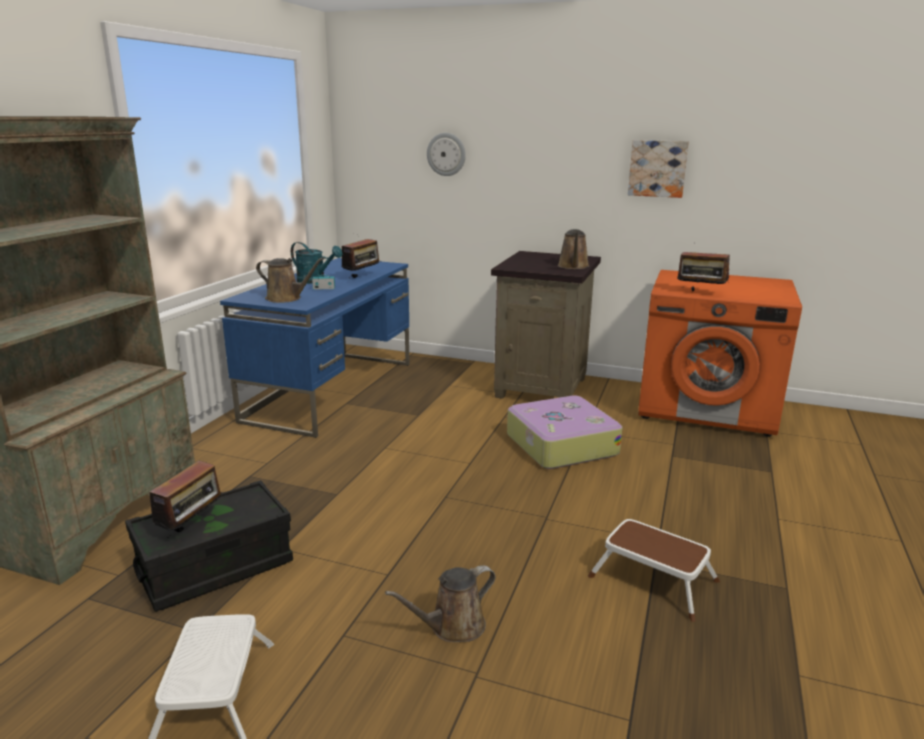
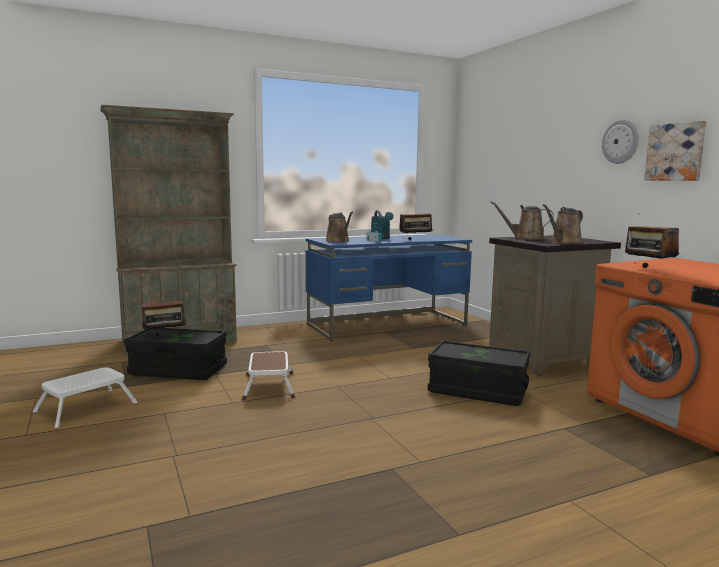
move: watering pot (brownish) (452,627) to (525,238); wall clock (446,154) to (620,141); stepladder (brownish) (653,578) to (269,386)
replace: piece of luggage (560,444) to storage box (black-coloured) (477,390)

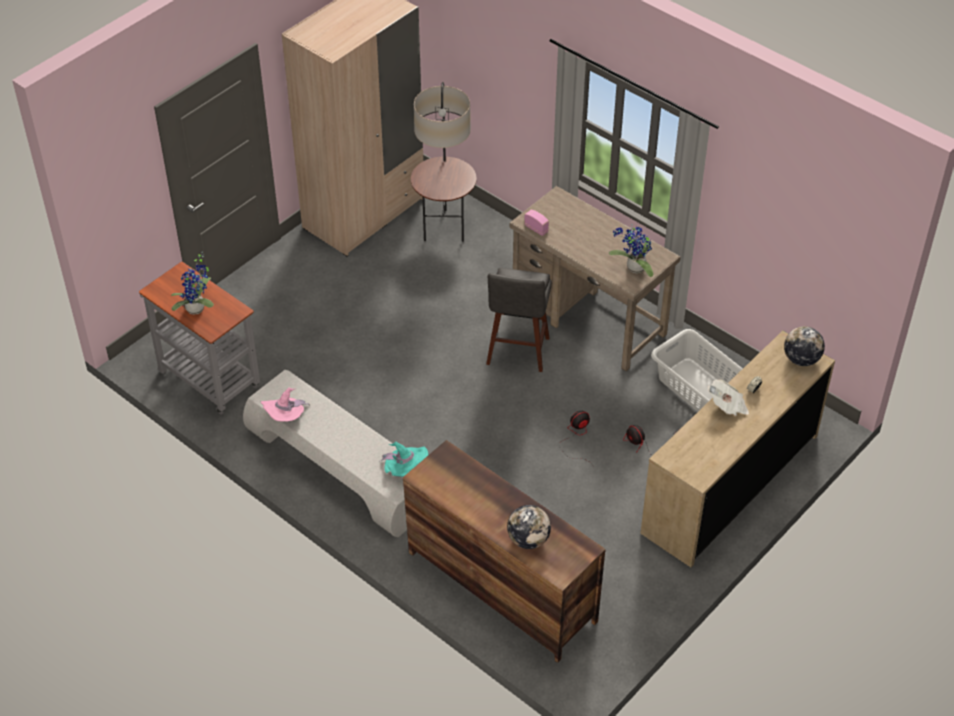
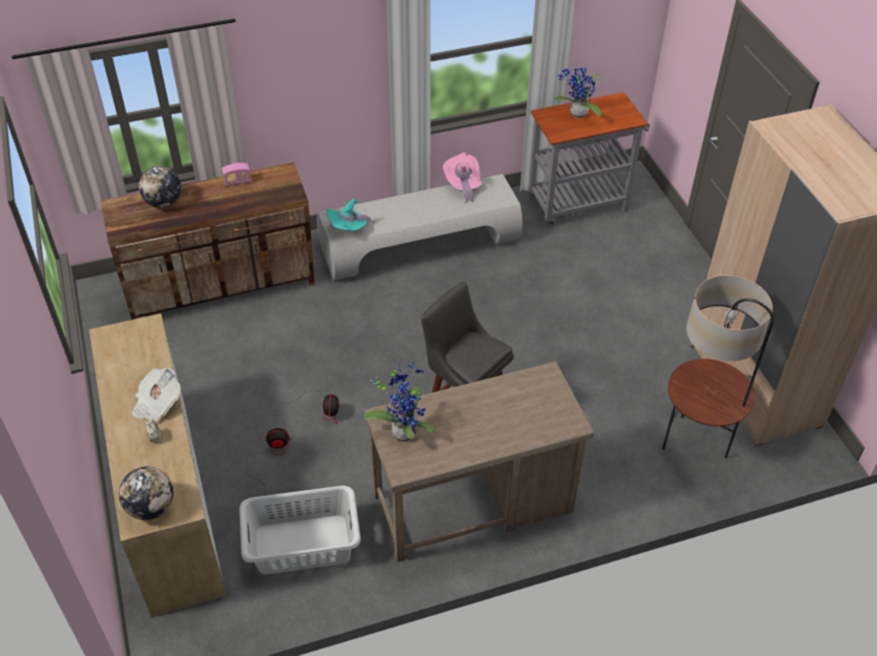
move: radio (536,228) to (238,182)

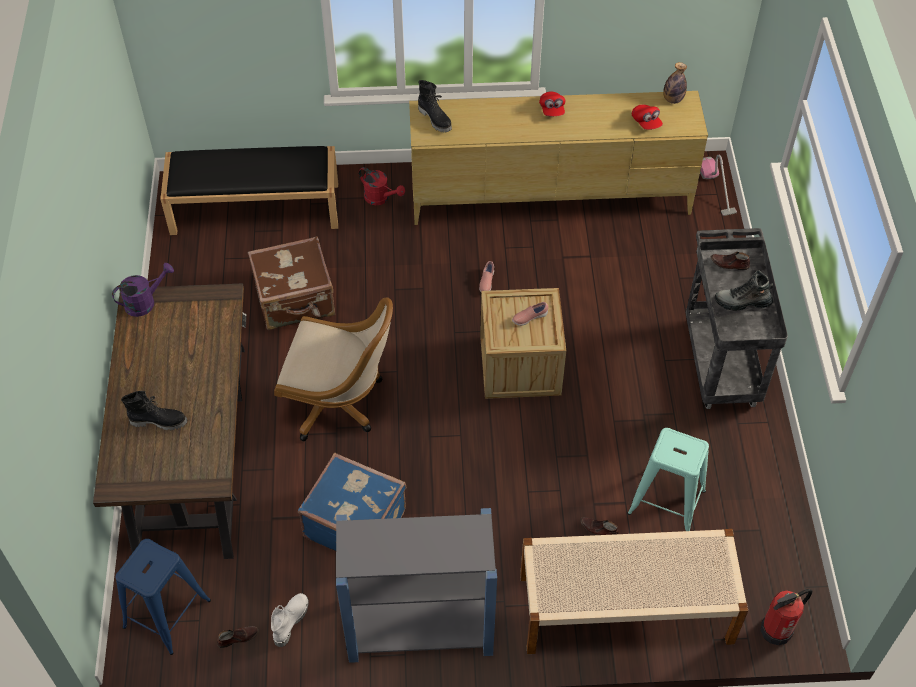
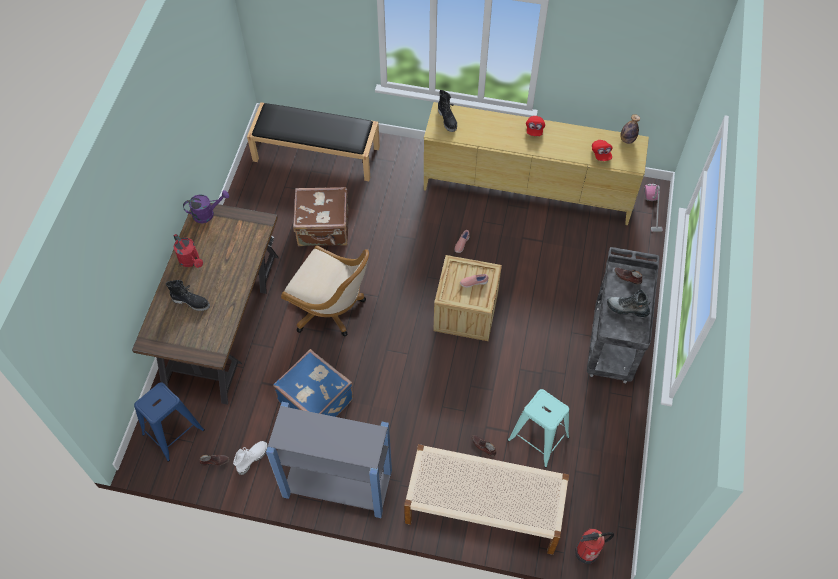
move: watering pot (red) (380,198) to (191,261)

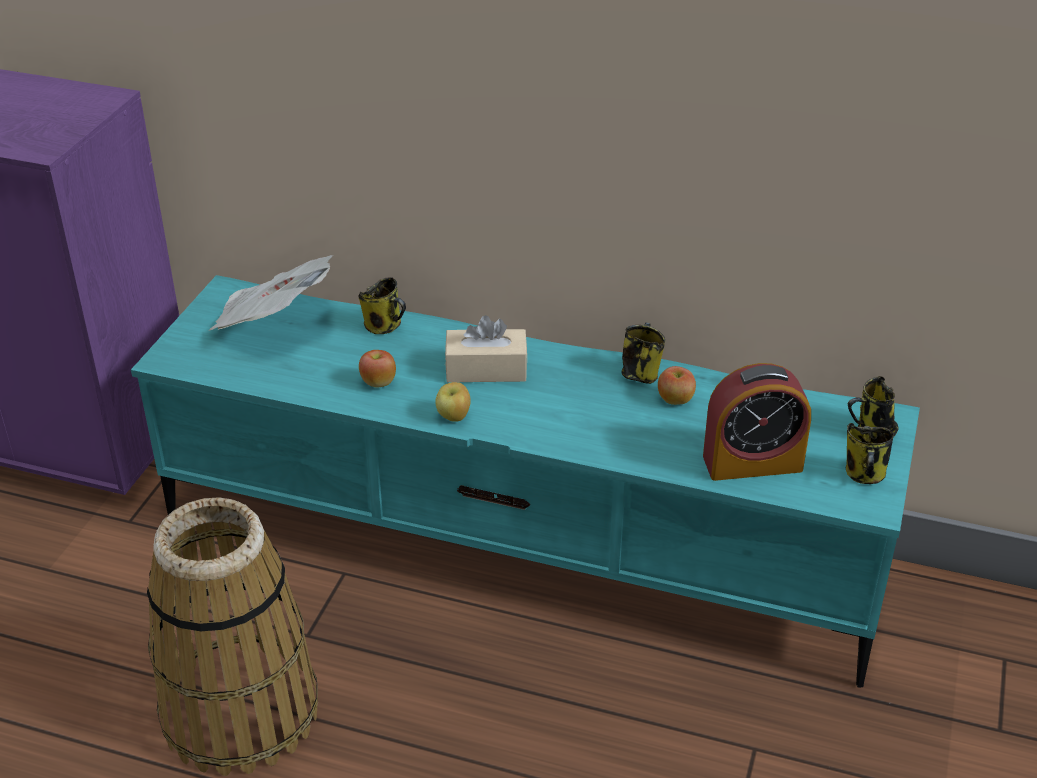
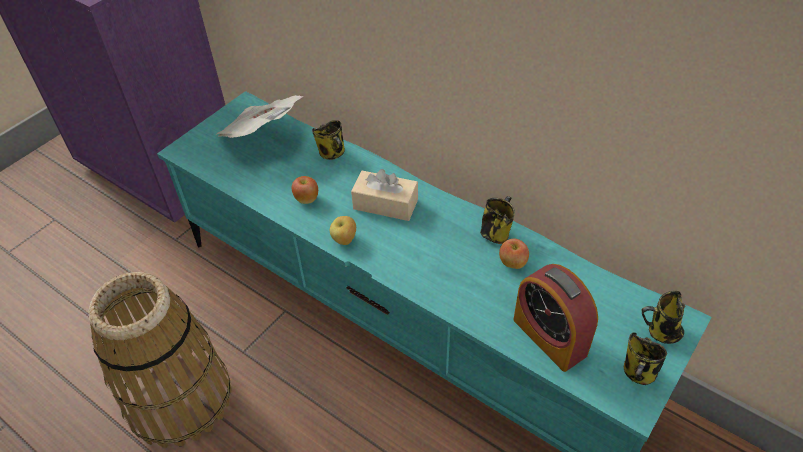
rotate: bedside clock (752,463) = (549,337) 45 degrees clockwise

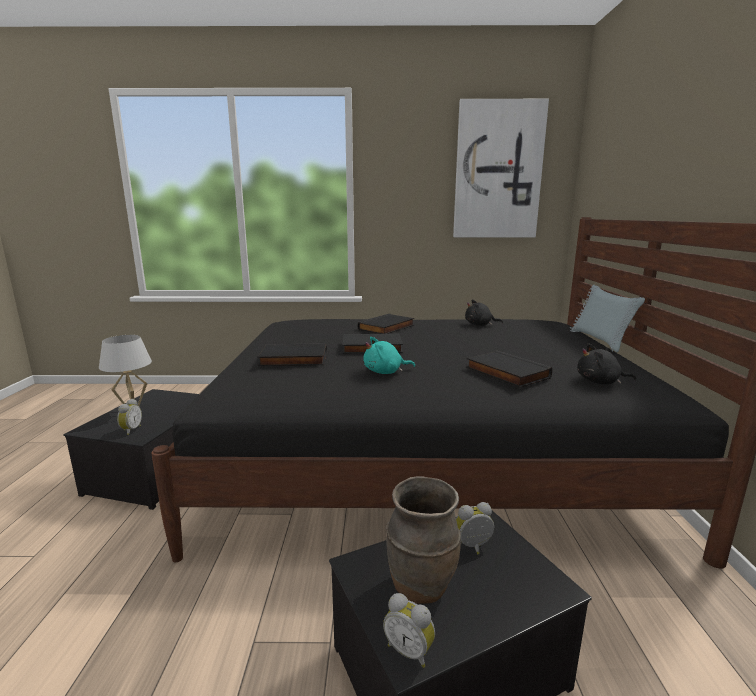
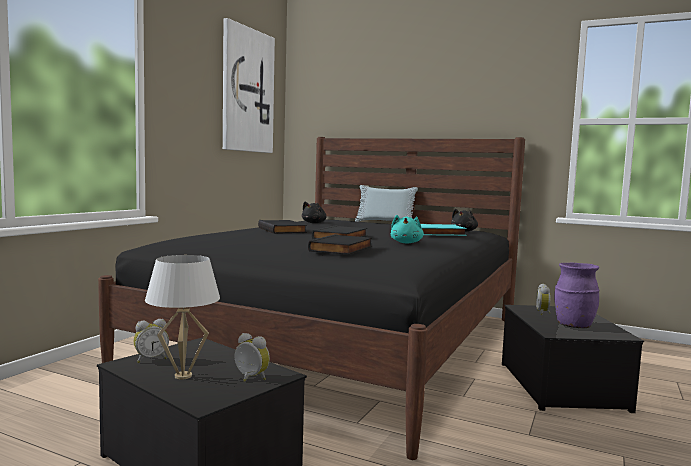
move: bedside clock (409,650) to (151,359)
recolor: flower vase (brownish) (421,586) to flower vase (purplish) (573,326); book (black-coloured) (505,373) to book (turquoise) (437,234)

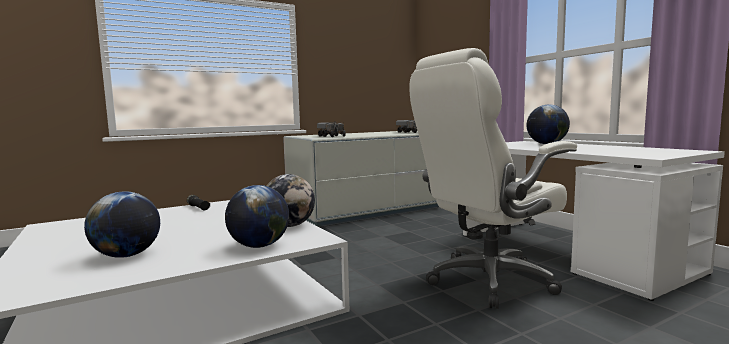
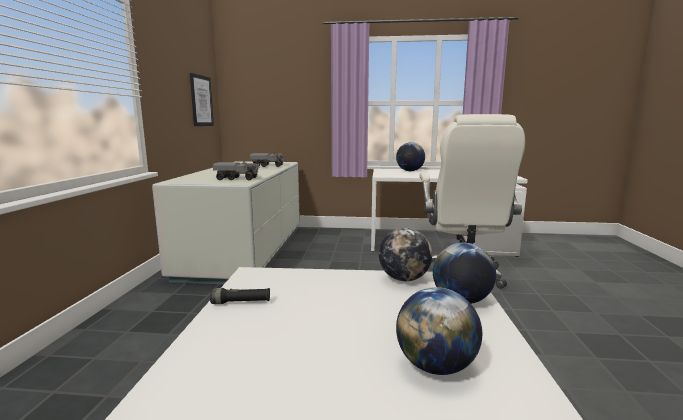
insert: wall art (201,101)

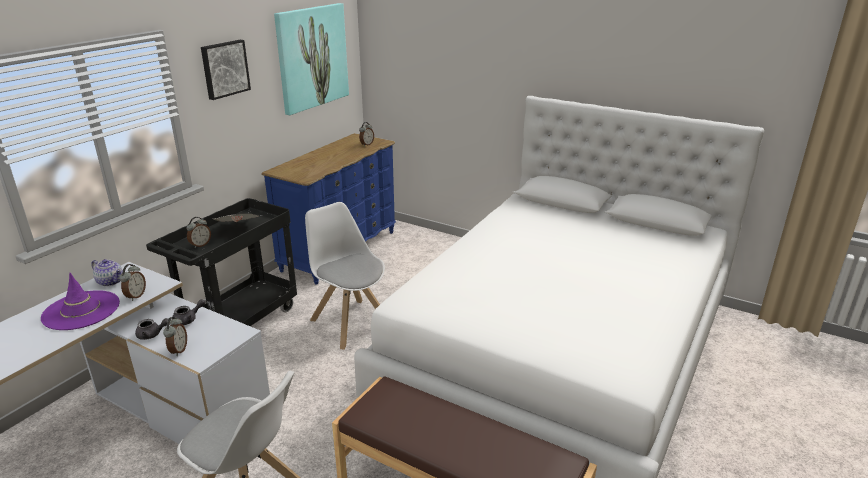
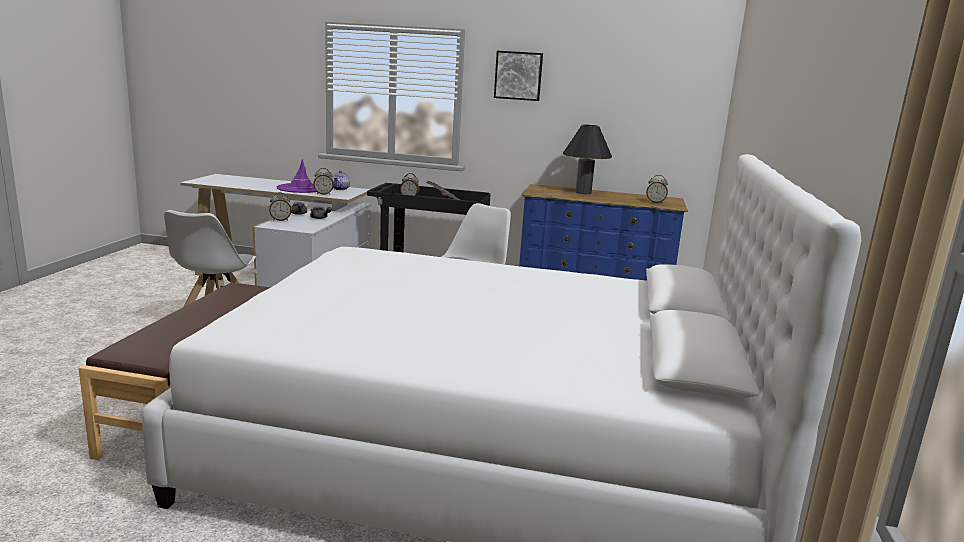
delete: wall art (312,57)
insert: lamp for a table (black-coloured) (583,192)

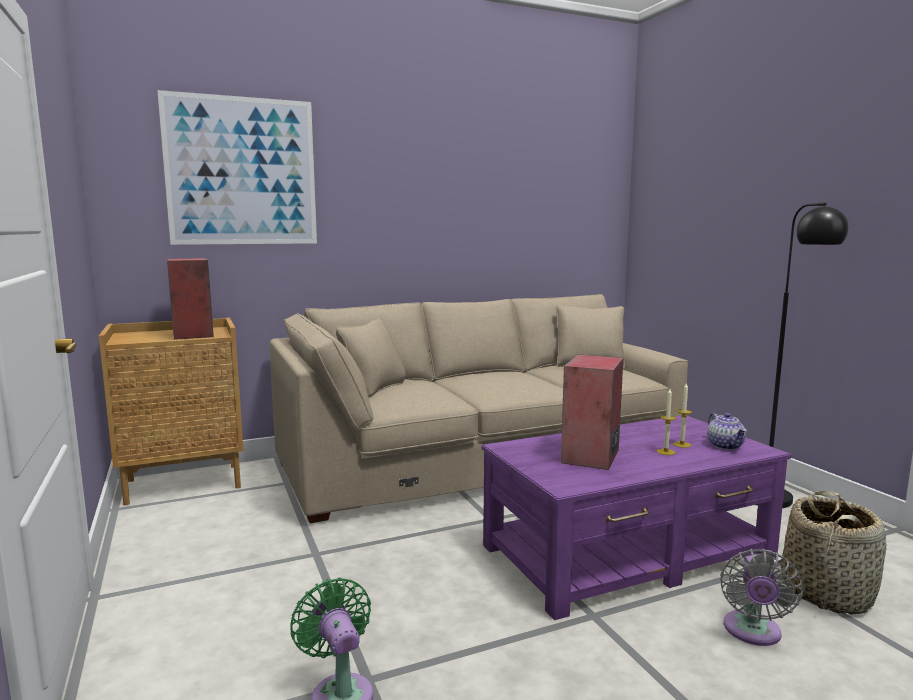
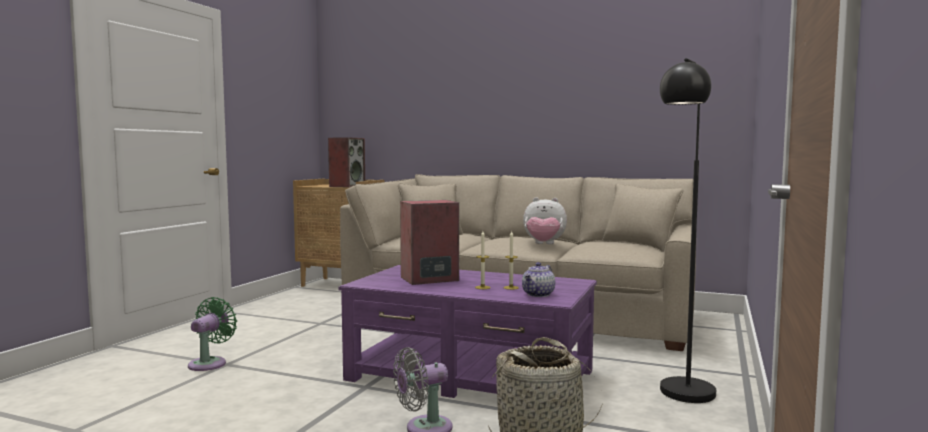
delete: wall art (242,171)
insert: cuddly toy (544,244)

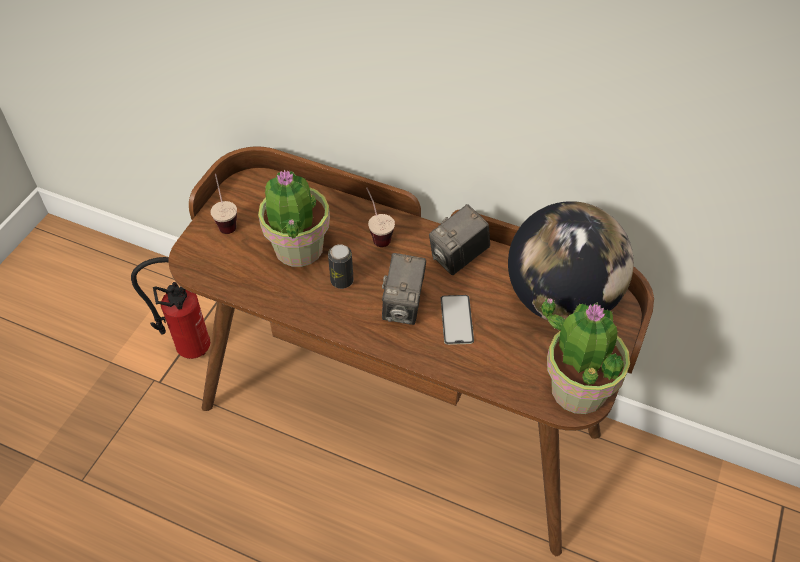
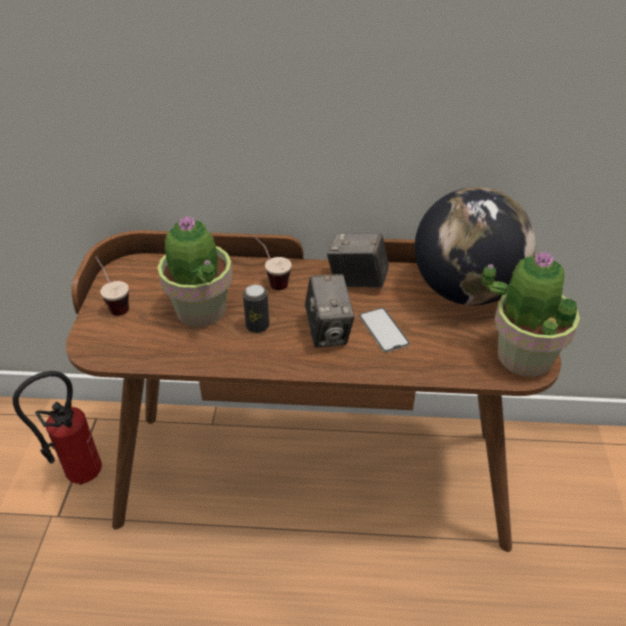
rotate: photo camera (458,258) = (357,281) 75 degrees clockwise

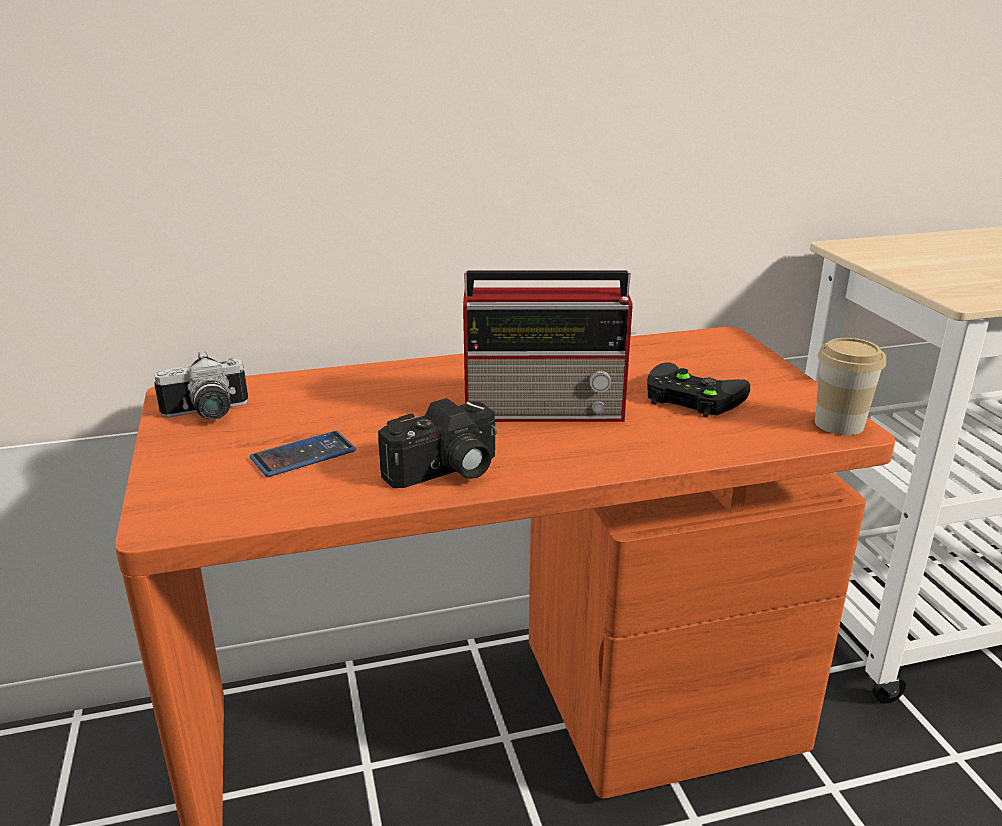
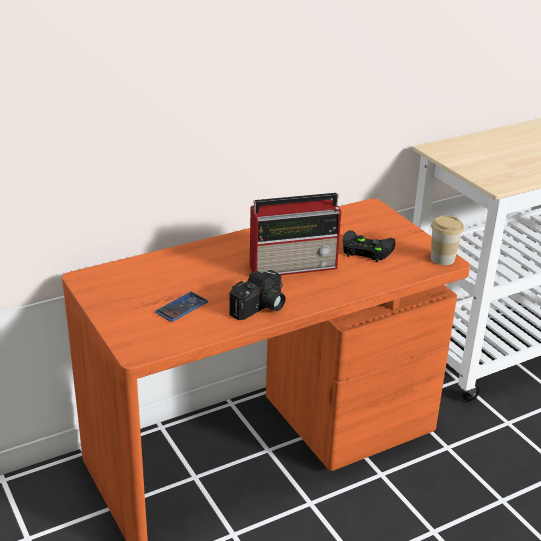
delete: photo camera (207,414)

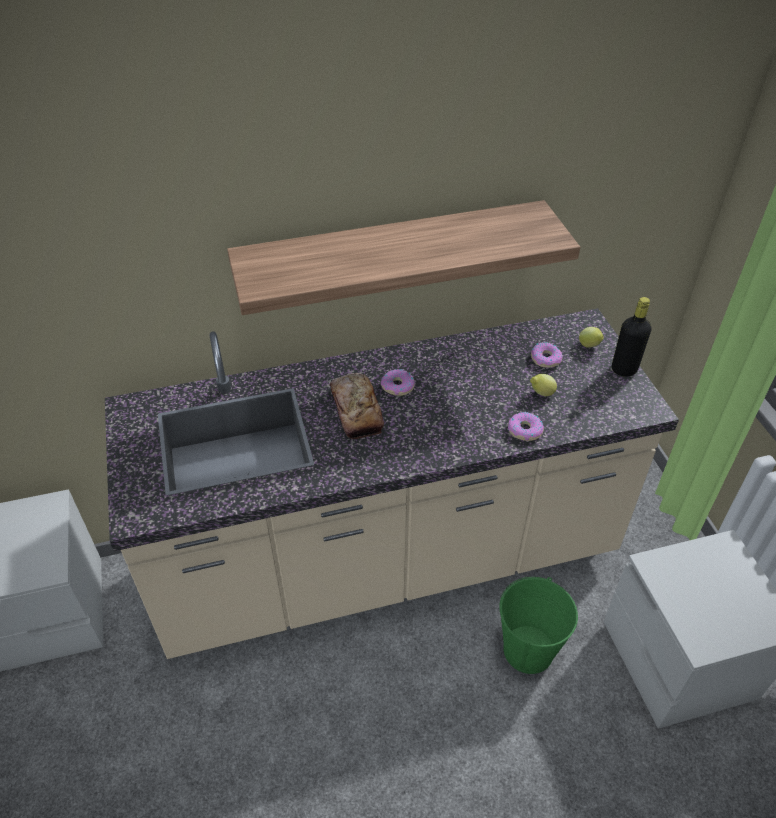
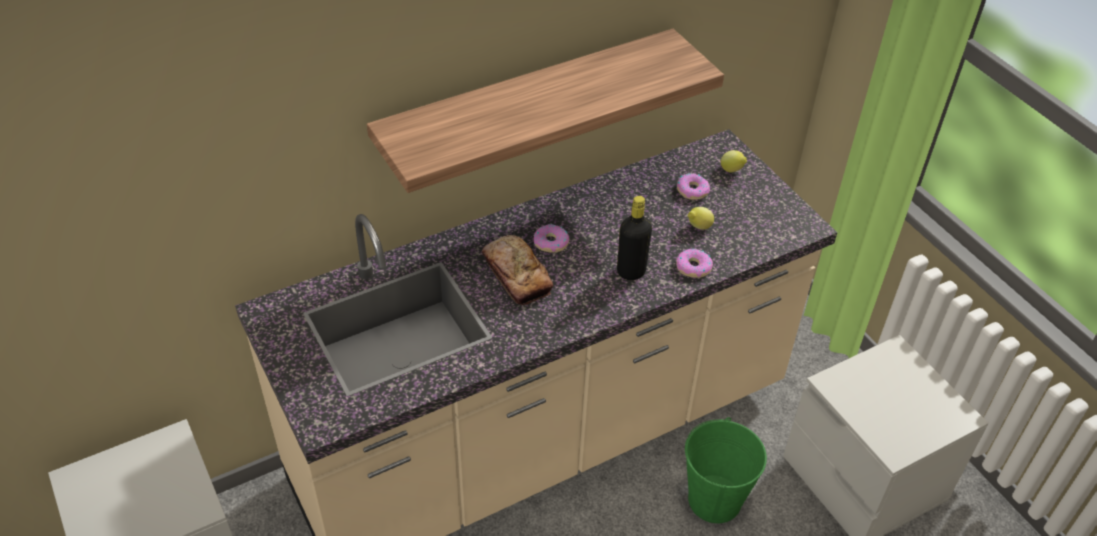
move: bottle (black-coloured) (624,369) to (631,271)

